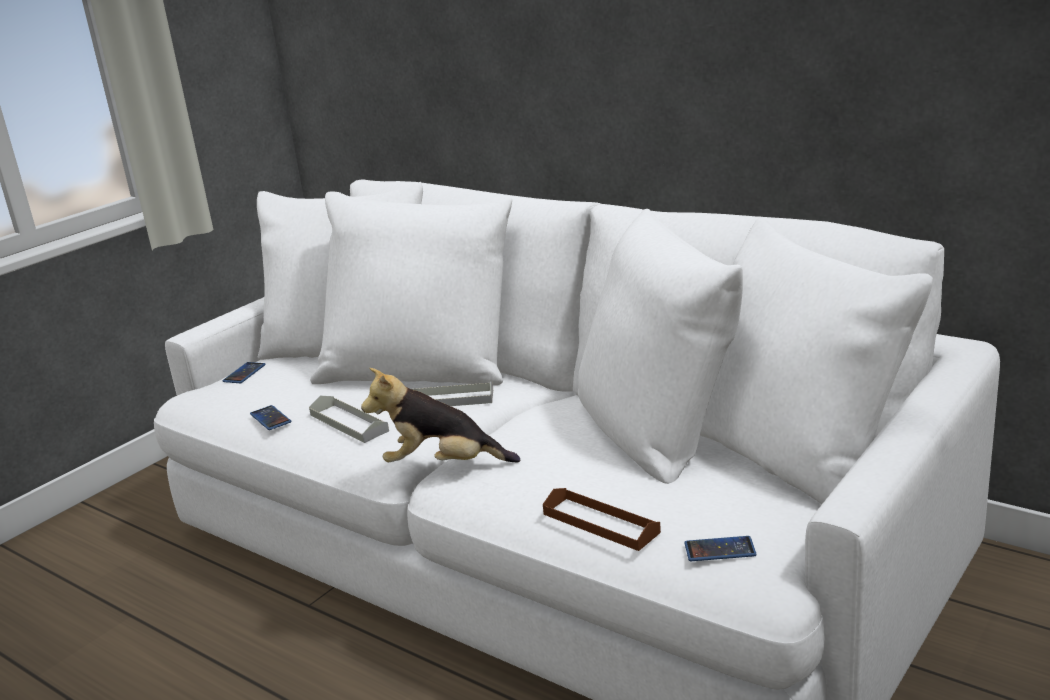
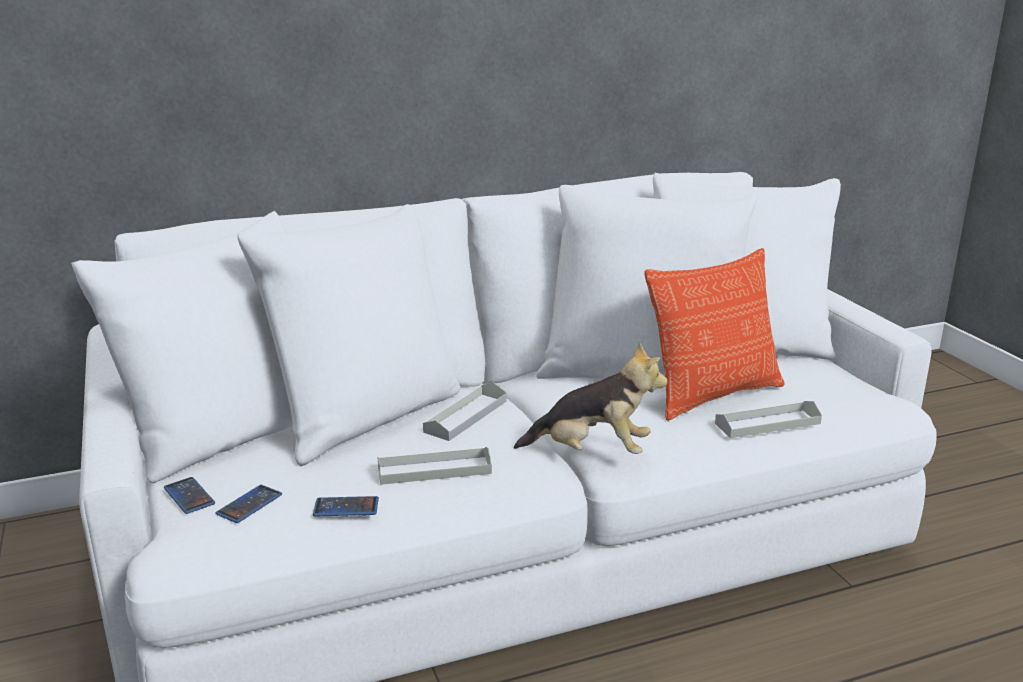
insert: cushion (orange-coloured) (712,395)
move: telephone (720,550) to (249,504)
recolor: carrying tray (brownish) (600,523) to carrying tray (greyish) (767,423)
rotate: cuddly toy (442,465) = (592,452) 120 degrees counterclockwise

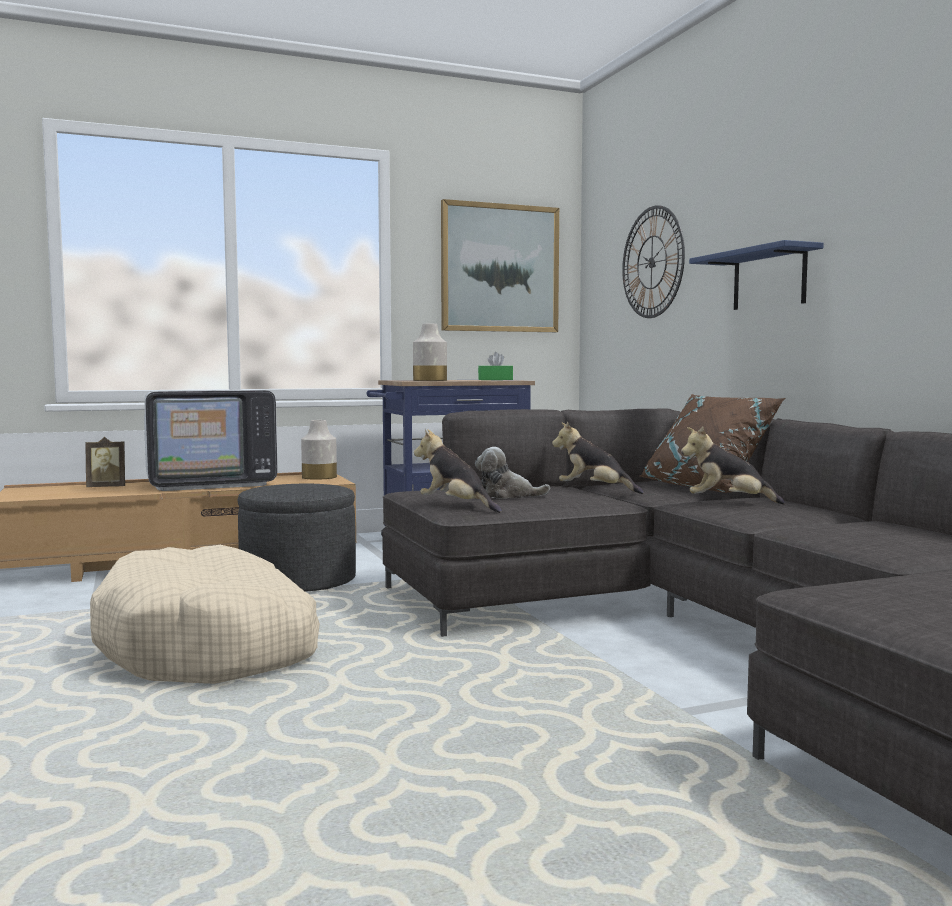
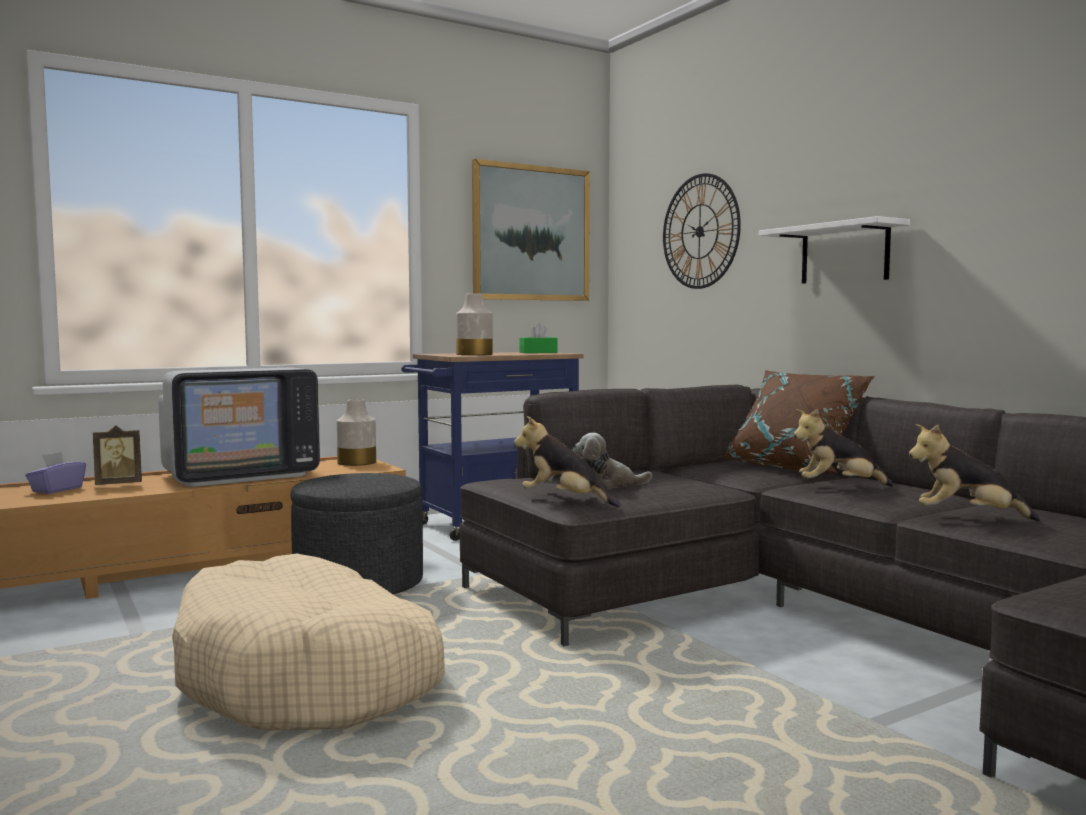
insert: tissue box (purplish) (57,490)
move: cuddly toy (595,491) to (967,517)
recolor: wall shelf (blue-coloured) (769,279) to wall shelf (white-coloured) (844,254)

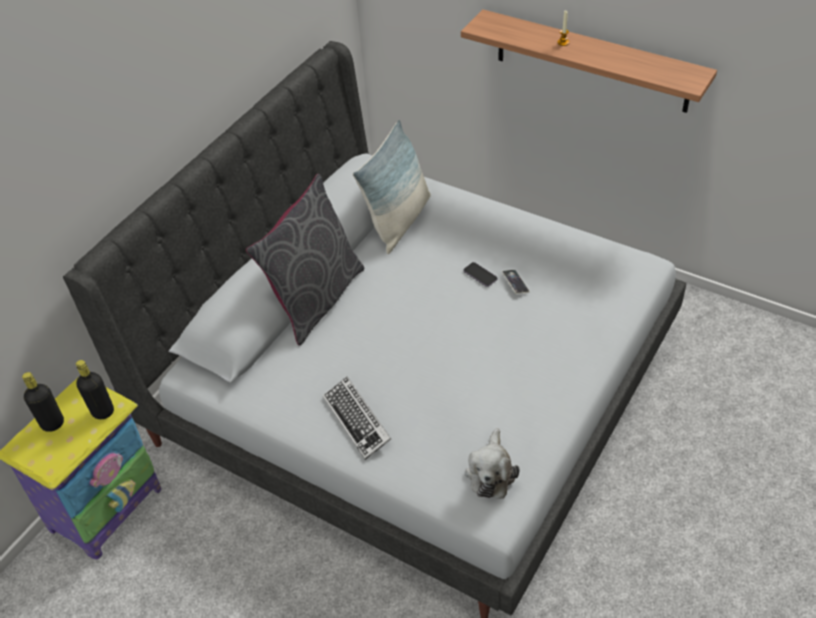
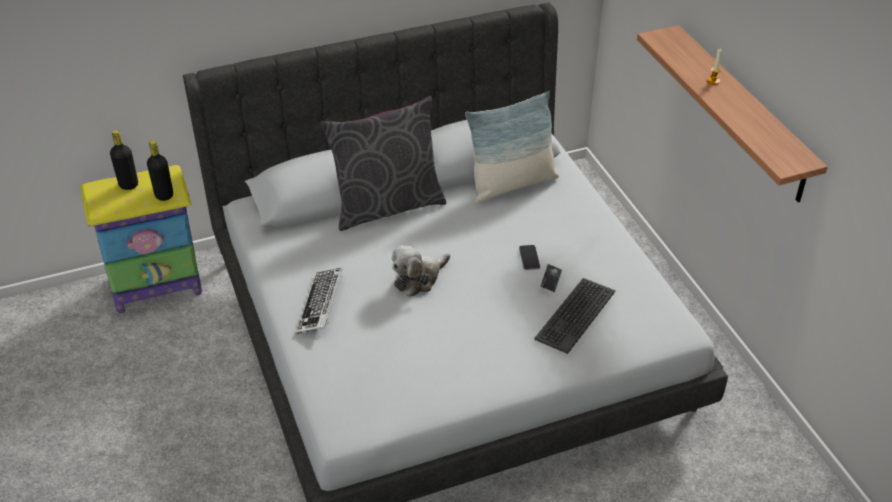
insert: keyboard (574,315)
move: cuddly toy (491,472) to (419,278)

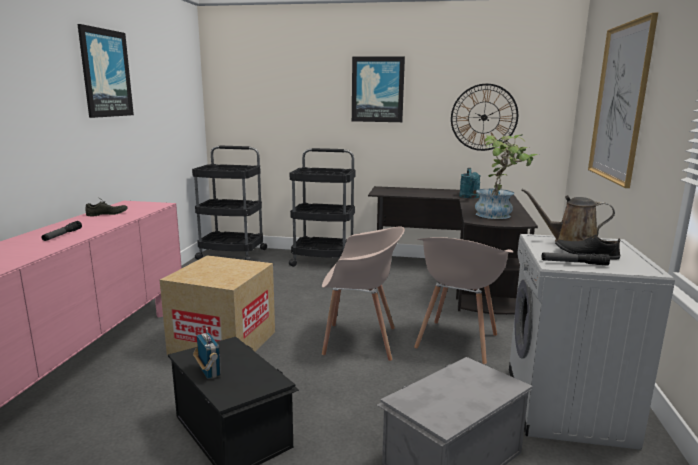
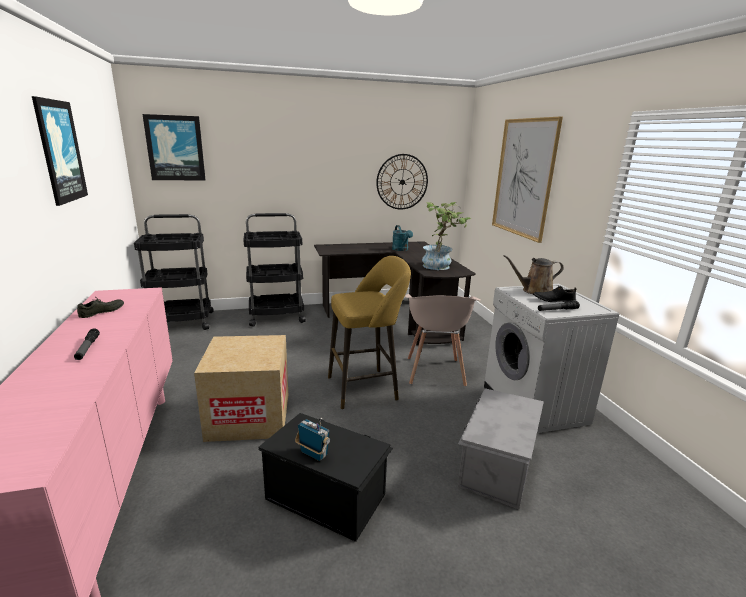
move: wall art (377,89) to (175,148)
replace: plain chair (beige) (361,342) to sitting stool (yellow) (366,387)

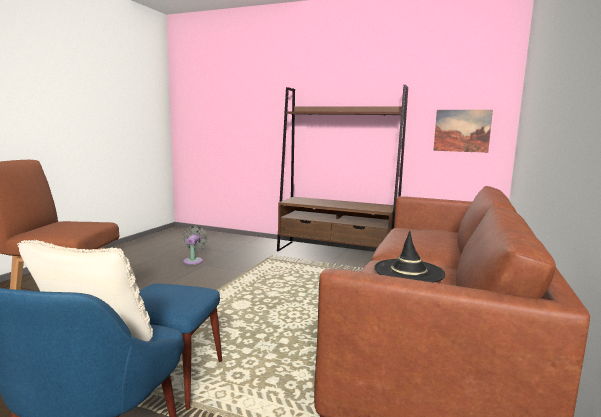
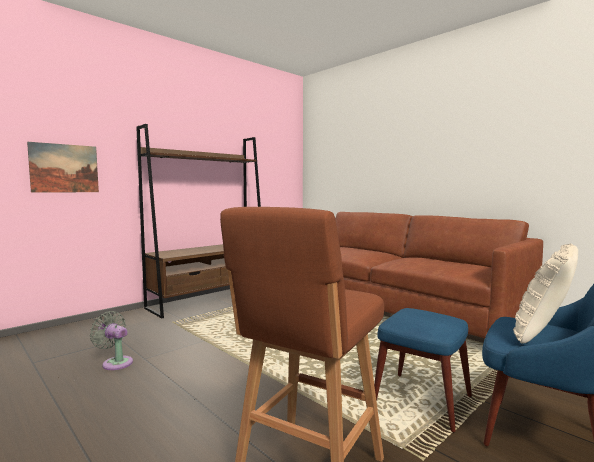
delete: wearable hat (black-coloured) (408,271)
move: wall art (462,130) to (64,168)

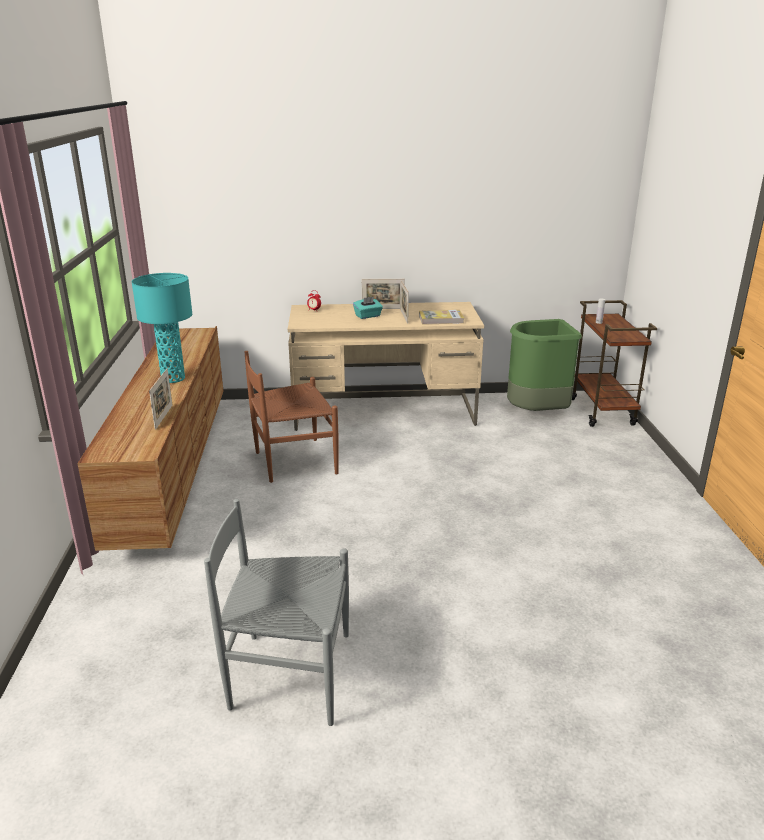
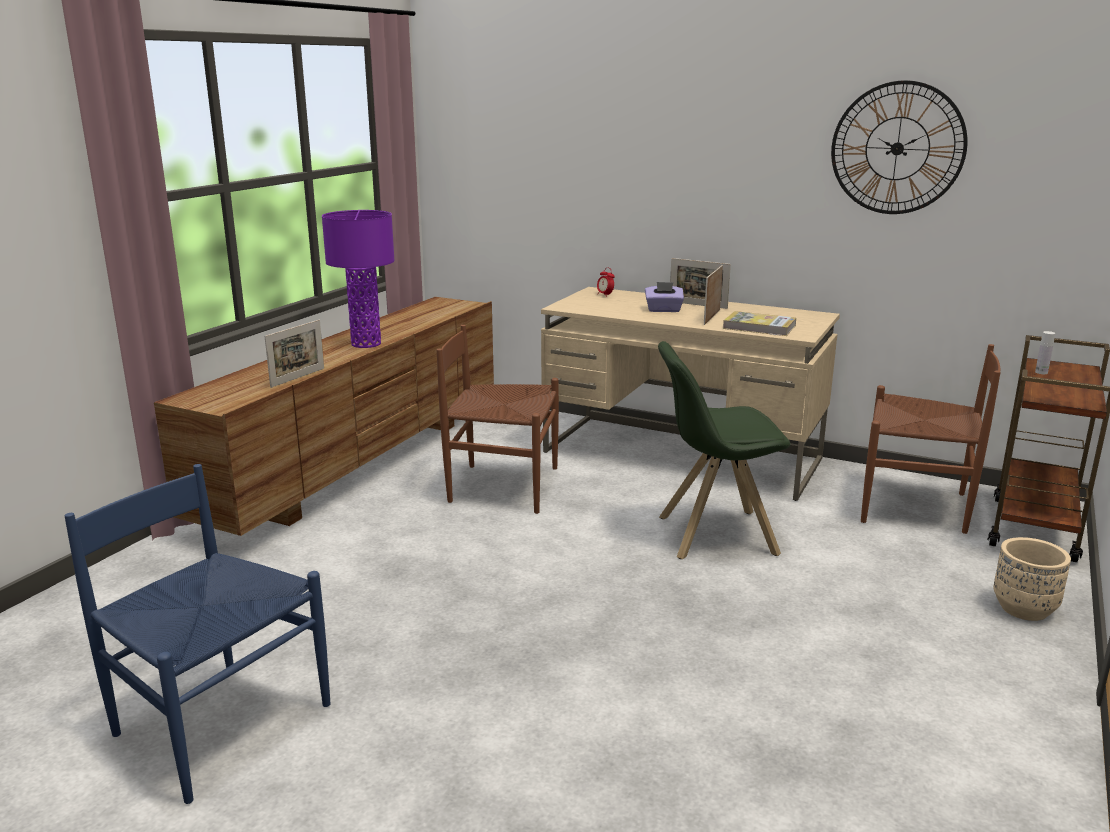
insert: plain chair (green-coloured) (715,535); wall clock (897,148); planter (beige) (1023,609)
replace: trash can (green-coloured) (537,413) to plain chair (brownish) (915,506)
recolor: lamp for a table (turquoise) (173,378) to lamp for a table (purplish) (366,344); plain chair (greyish) (289,674) to plain chair (blue-coloured) (216,723); tissue box (turquoise) (368,316) to tissue box (purplish) (663,310)

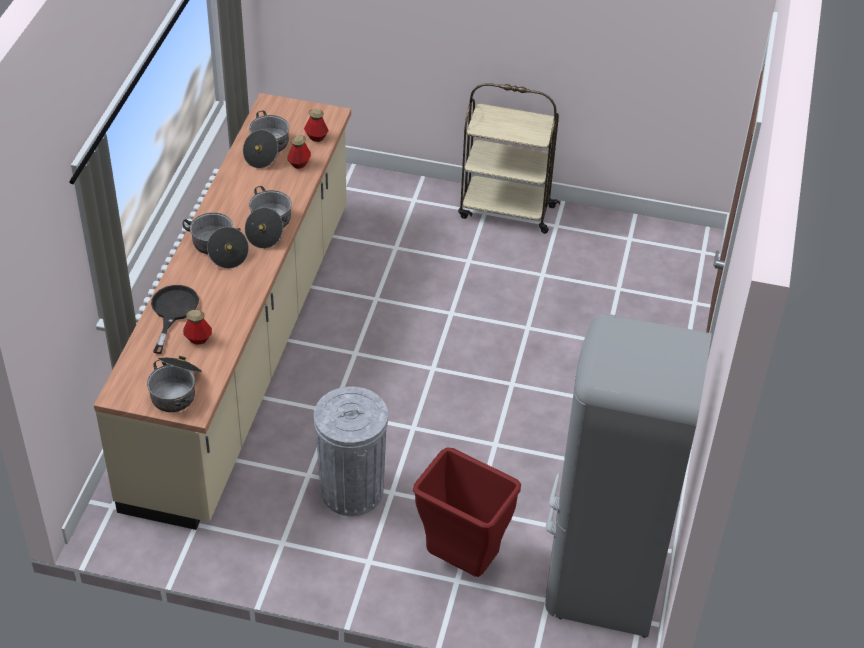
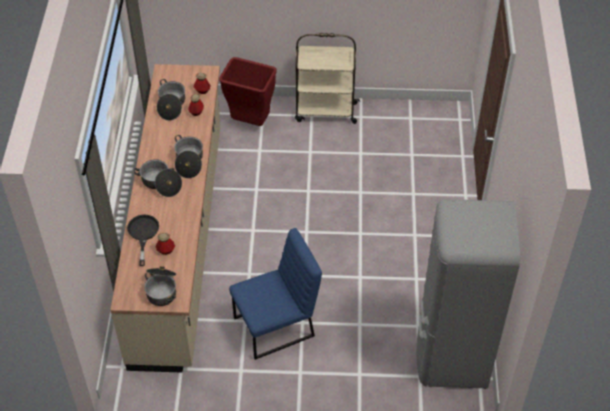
move: trash can (red) (460,563) to (250,123)
replace: trash can (greyish) (352,491) to plain chair (blue-coloured) (276,326)

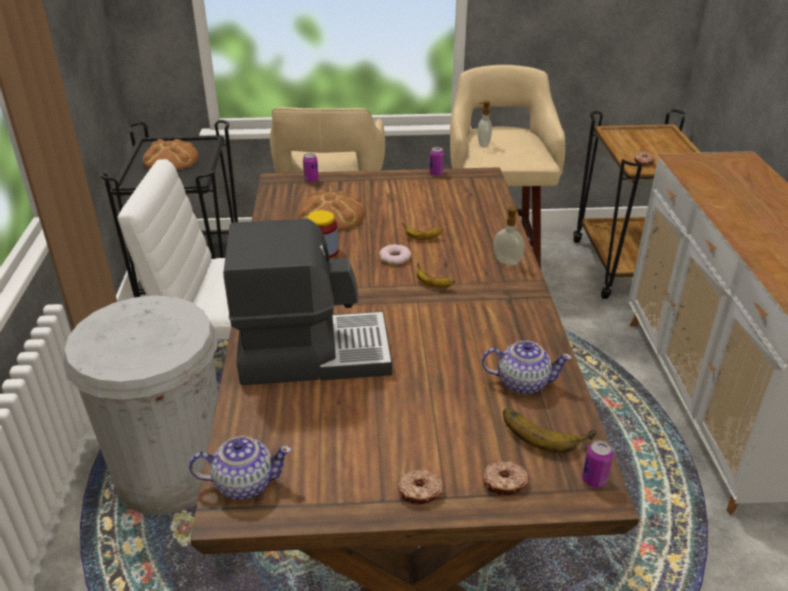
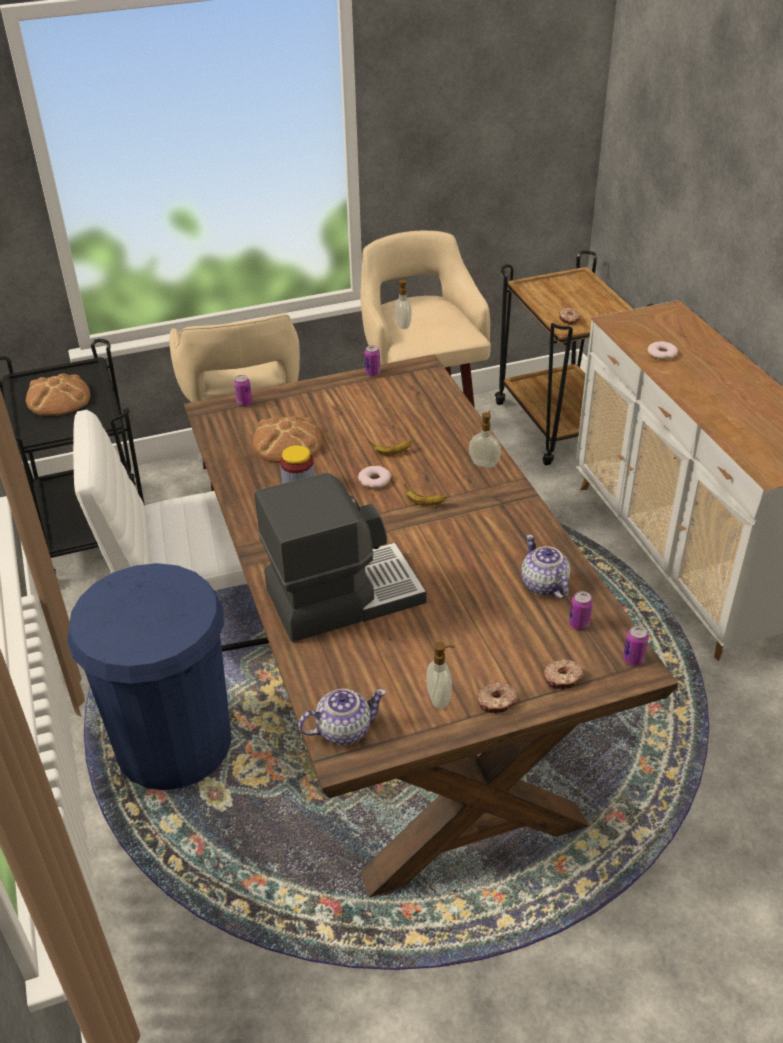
insert: soap bottle (440,699); doughnut (662,353)
replace: banana fruit (545,429) to can (579,624)
recolor: trash can (white-coloured) (171,472) to trash can (blue-coloured) (173,743)
rotate: tea pot (522,382) = (544,585) 105 degrees counterclockwise

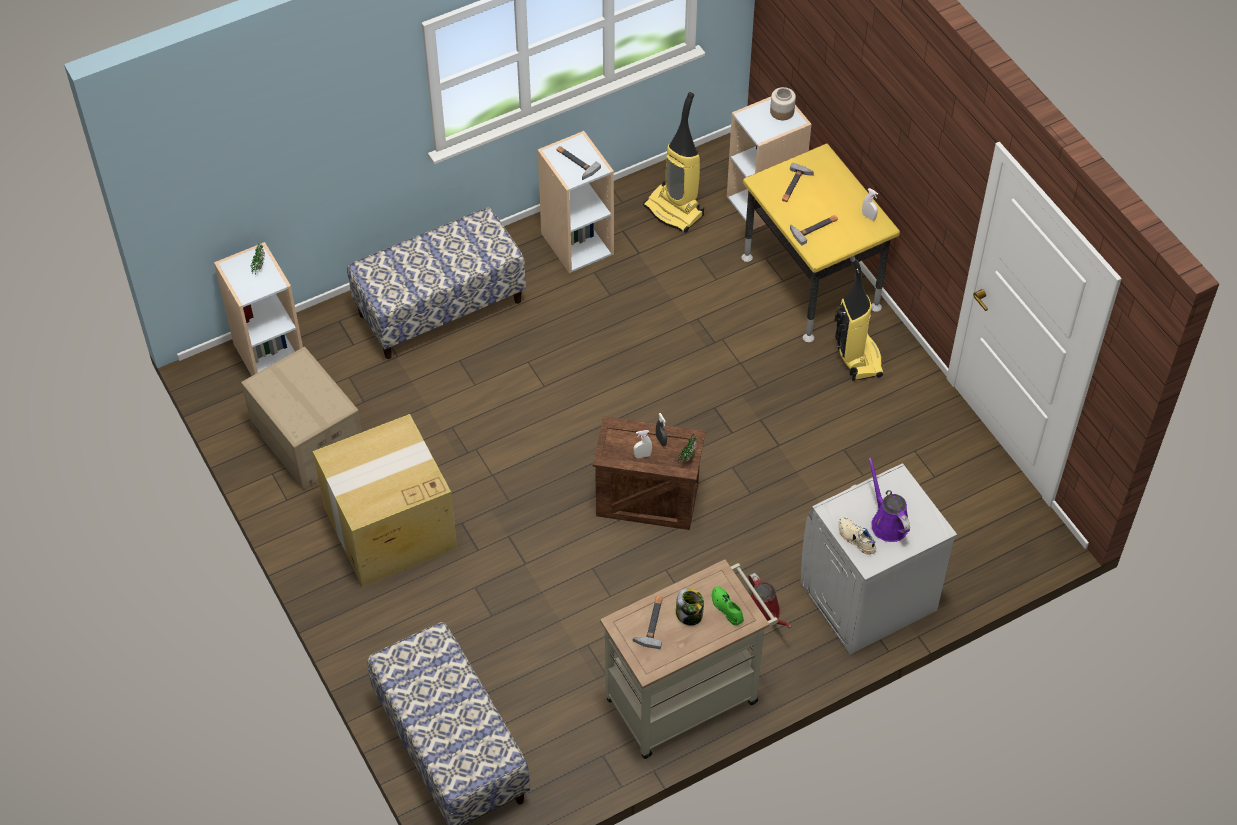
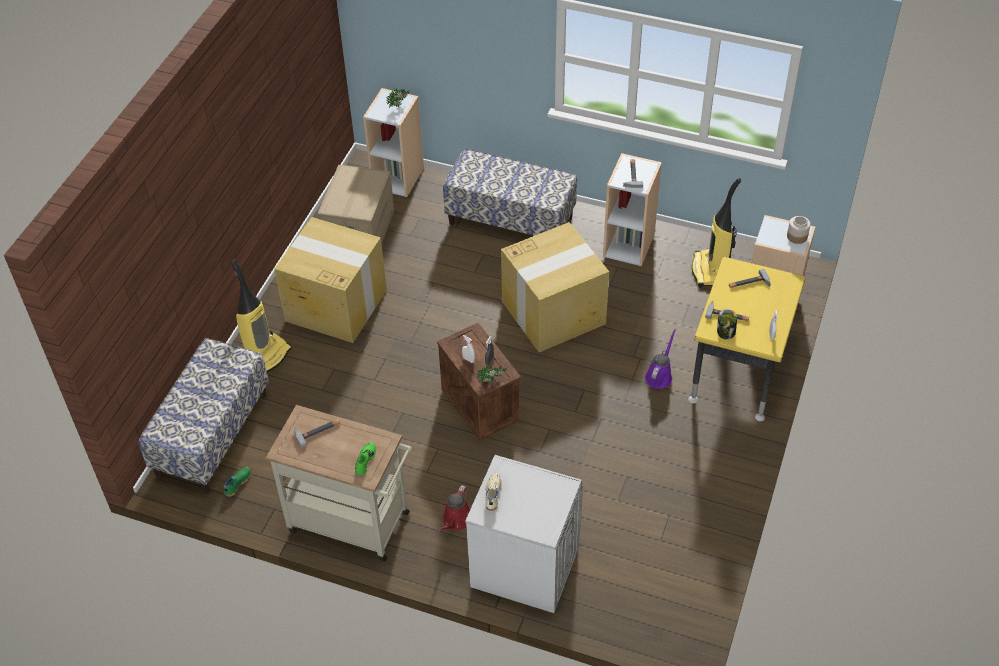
insert: item of footwear (green-coloured) (237,483); packing box (554,312)
move: jar (689,614) to (726,332); hoover (857,357) to (266,356); watering pot (purplish) (887,522) to (659,376)

